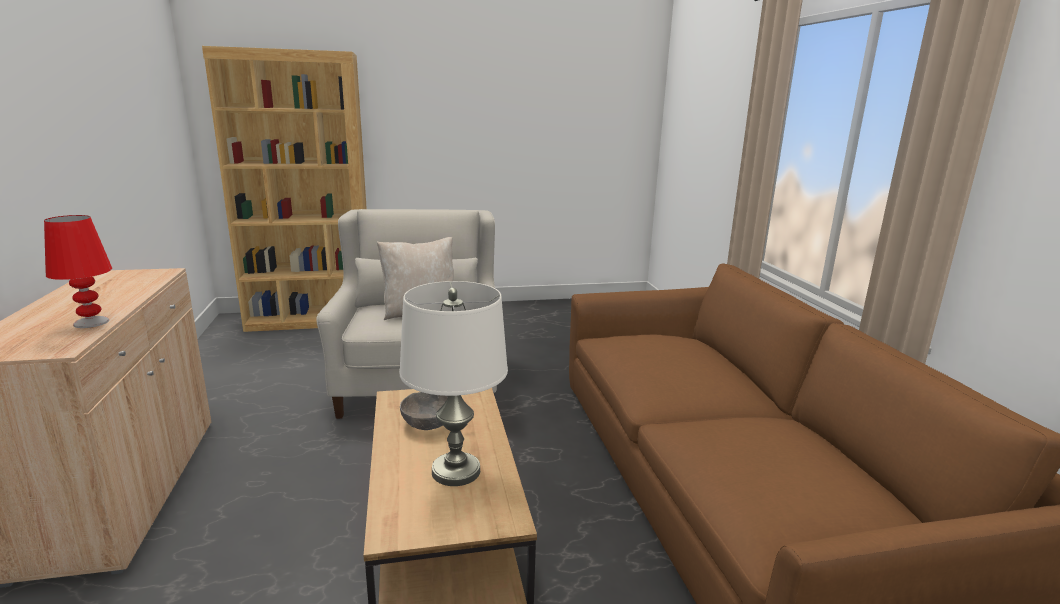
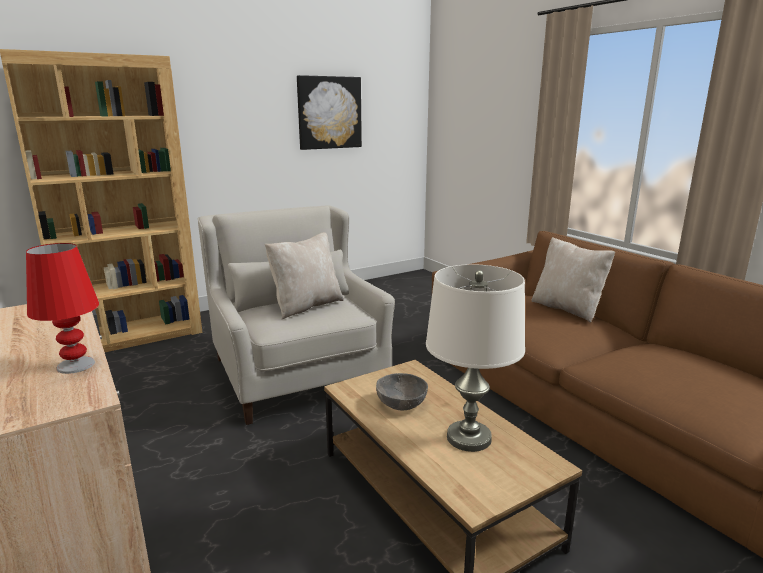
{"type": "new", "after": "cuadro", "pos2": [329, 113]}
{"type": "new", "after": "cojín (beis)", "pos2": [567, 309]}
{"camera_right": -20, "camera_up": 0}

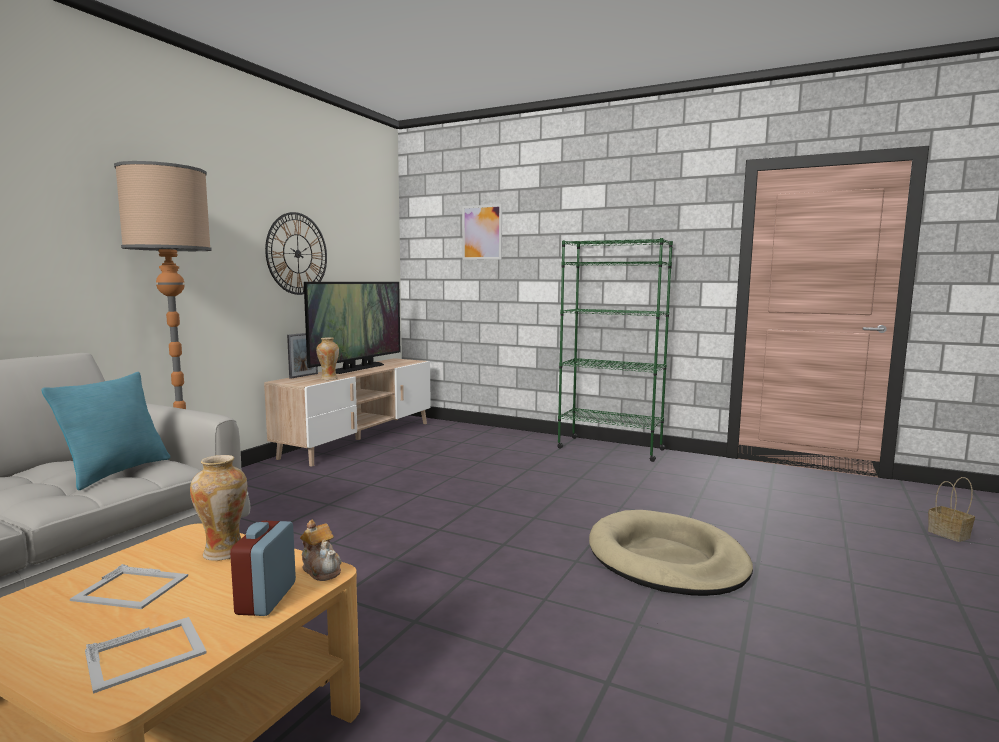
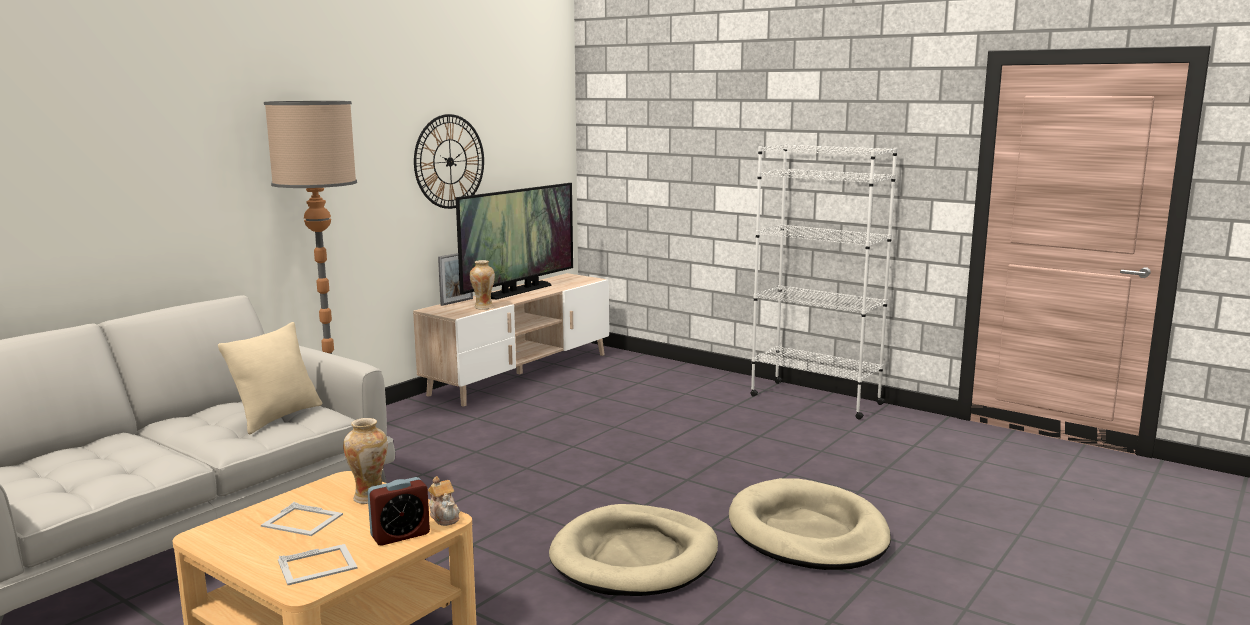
{"type": "gone", "before": "cuadro", "pos1": [482, 232]}
{"type": "repainted", "before": "estantería (verde)", "after": "estantería (blanco)", "pos1": [610, 448], "pos2": [815, 399]}
{"type": "repainted", "before": "cojín (turquesa)", "after": "cojín (beis)", "pos1": [117, 472], "pos2": [277, 417]}
{"type": "gone", "before": "cesta", "pos1": [950, 534]}
{"type": "rotated", "before": "despertador", "pos1": [266, 598], "pos2": [400, 535], "turn": -135}
{"type": "new", "after": "cama para perro (beis)", "pos2": [635, 557]}
{"camera_right": 10, "camera_up": 5}

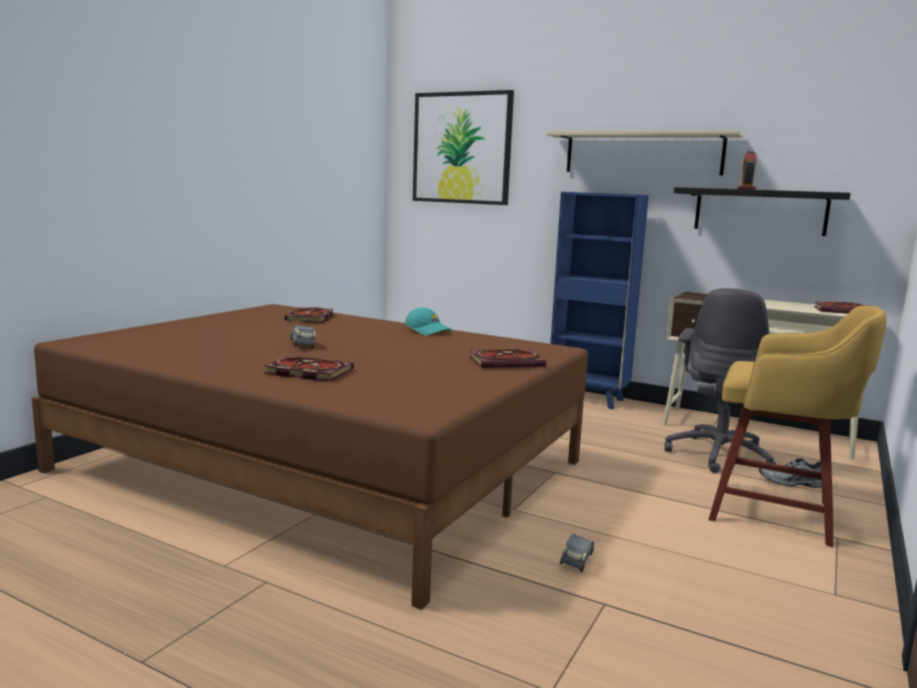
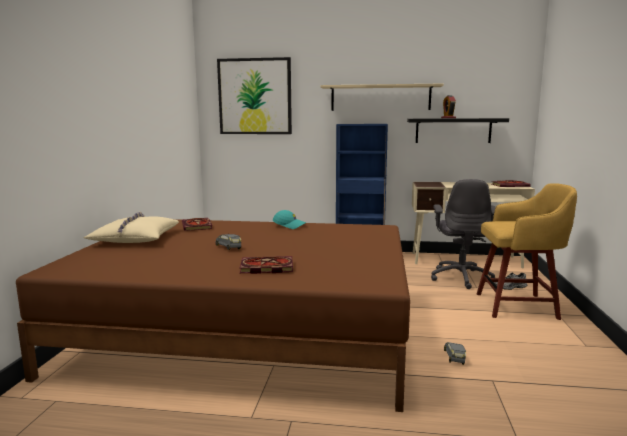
{"type": "gone", "before": "libro", "pos1": [508, 362]}
{"type": "new", "after": "cojín (beis)", "pos2": [135, 238]}
{"camera_right": -20, "camera_up": 0}

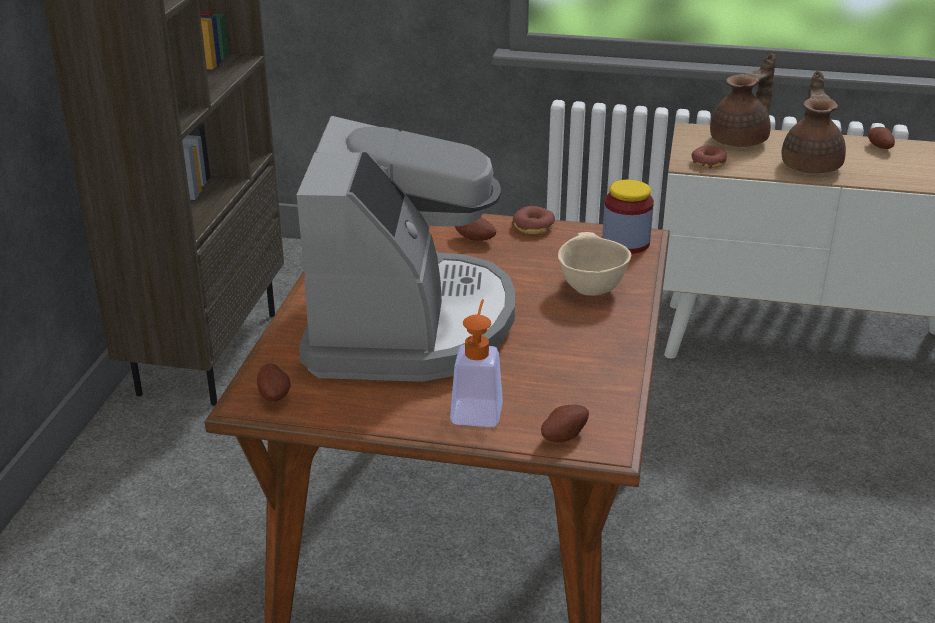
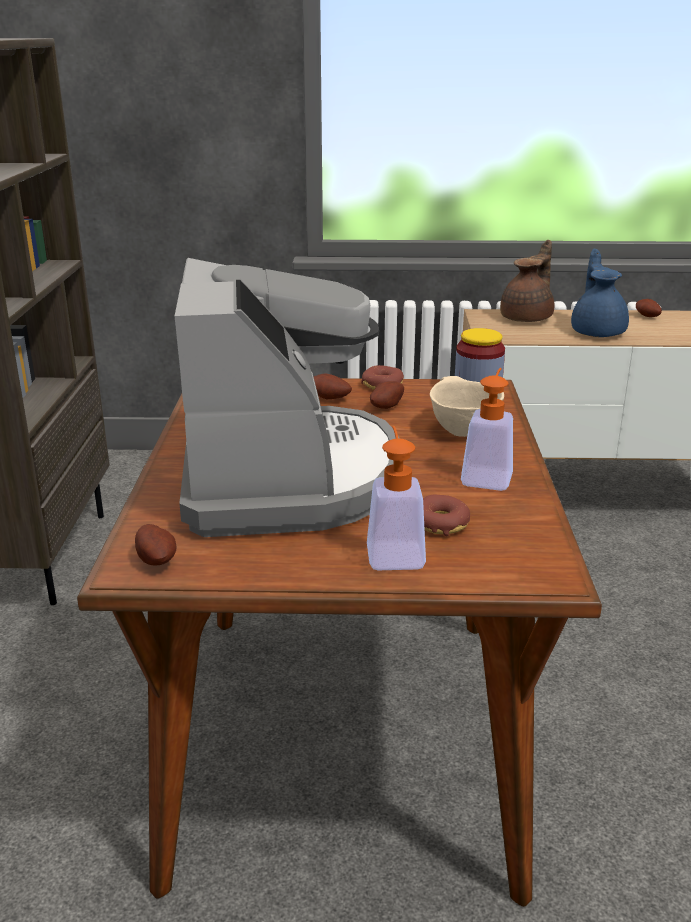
{"type": "repainted", "before": "tetera (marrón)", "after": "tetera (azul)", "pos1": [811, 165], "pos2": [597, 332]}
{"type": "shifted", "before": "rosquilla", "pos1": [708, 163], "pos2": [440, 523]}
{"type": "shifted", "before": "patata", "pos1": [563, 435], "pos2": [385, 406]}
{"type": "new", "after": "dispensador de jabón", "pos2": [488, 475]}
{"camera_right": -10, "camera_up": -5}

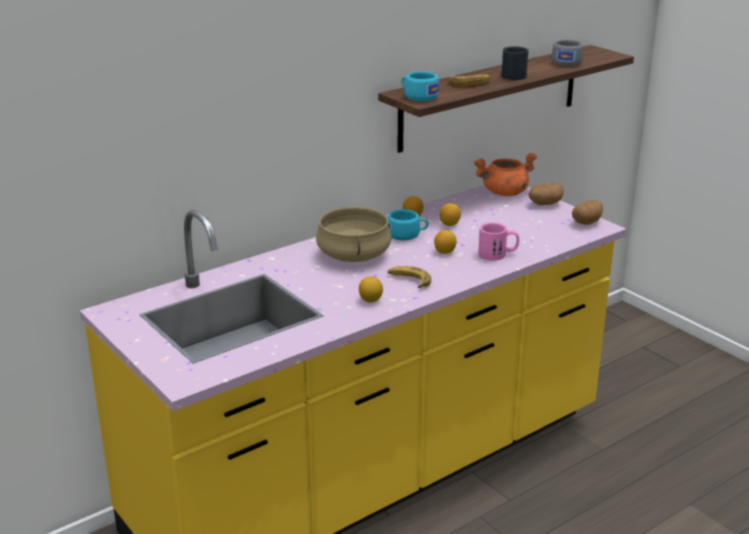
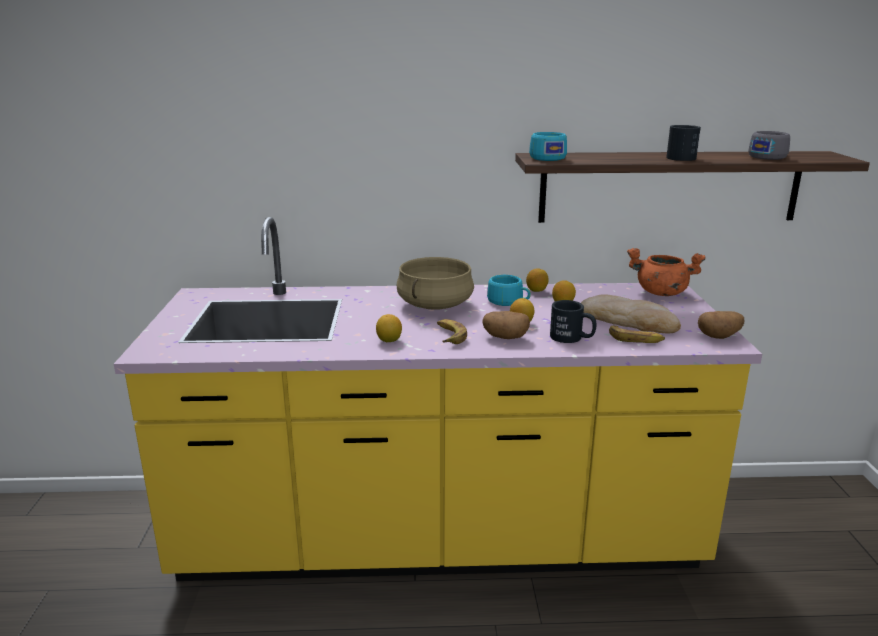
{"type": "shifted", "before": "plátano", "pos1": [470, 83], "pos2": [636, 339]}
{"type": "shifted", "before": "patata", "pos1": [544, 204], "pos2": [505, 337]}
{"type": "repainted", "before": "taza grande (rosa)", "after": "taza grande (negro)", "pos1": [498, 254], "pos2": [572, 338]}
{"type": "new", "after": "pan", "pos2": [627, 320]}
{"camera_right": 35, "camera_up": -5}

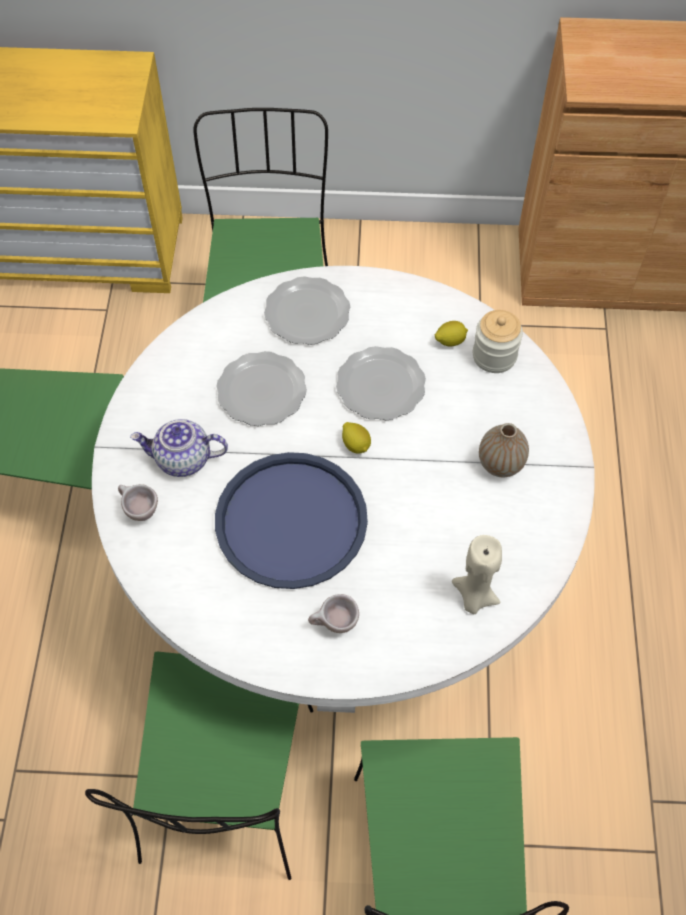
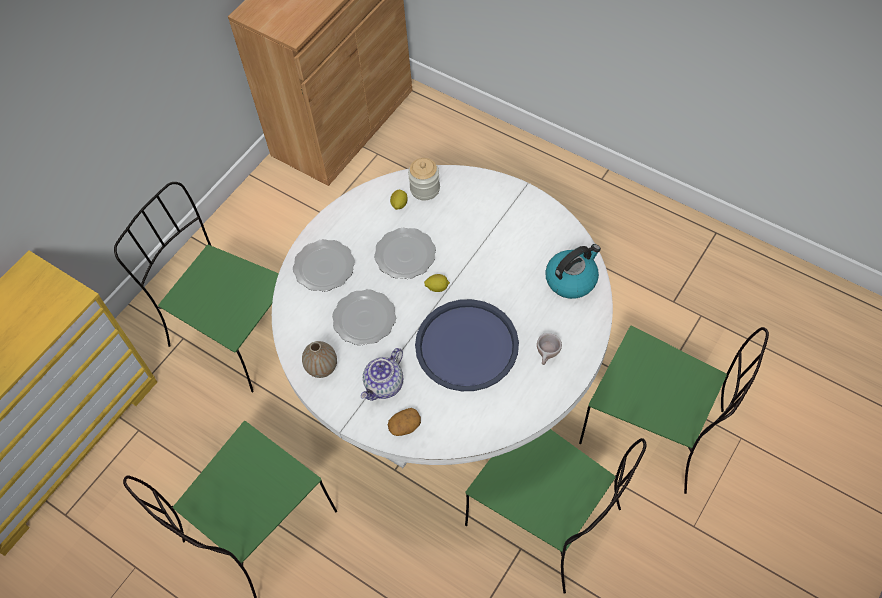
{"type": "shifted", "before": "florero", "pos1": [500, 464], "pos2": [322, 367]}
{"type": "swapped", "before": "taza (beis)", "after": "patata", "pos1": [138, 510], "pos2": [405, 426]}
{"type": "swapped", "before": "vela (beis)", "after": "hervidor", "pos1": [474, 597], "pos2": [571, 279]}
{"camera_right": -55, "camera_up": 0}

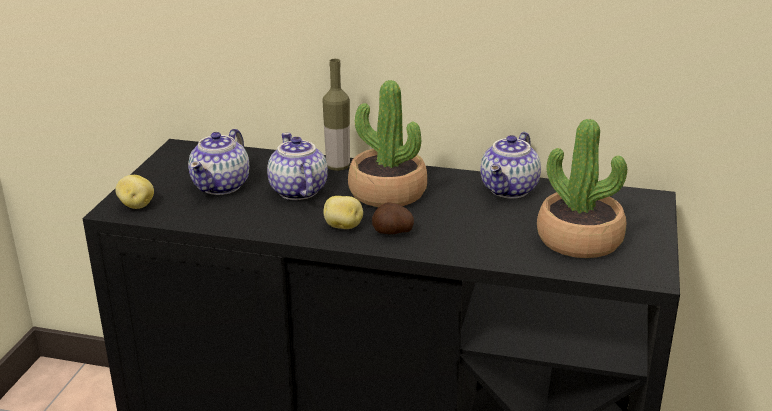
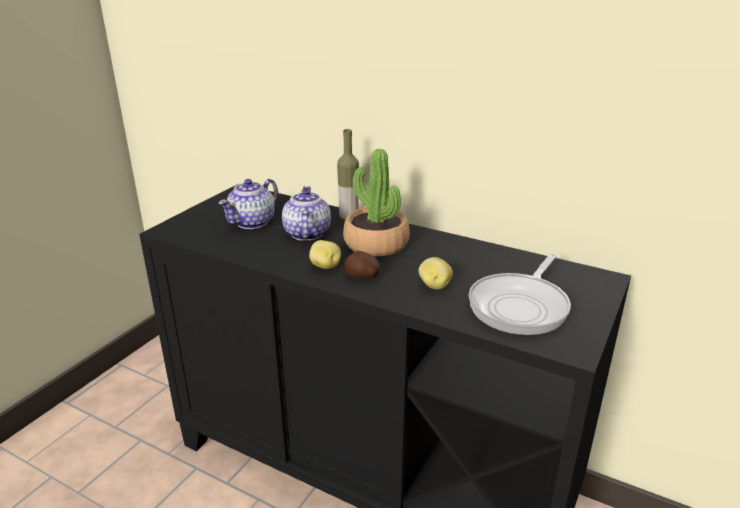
{"type": "swapped", "before": "planta en maceta", "after": "sartén", "pos1": [579, 240], "pos2": [520, 306]}
{"type": "gone", "before": "tetera", "pos1": [510, 190]}
{"type": "shifted", "before": "patata", "pos1": [136, 205], "pos2": [434, 285]}
{"camera_right": 15, "camera_up": 0}

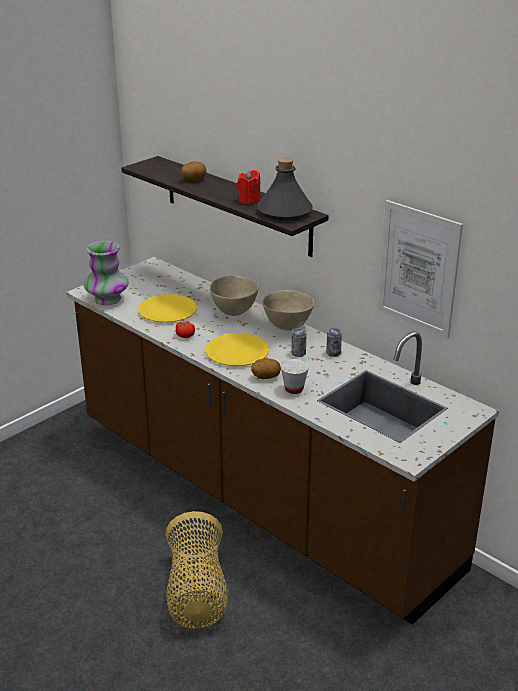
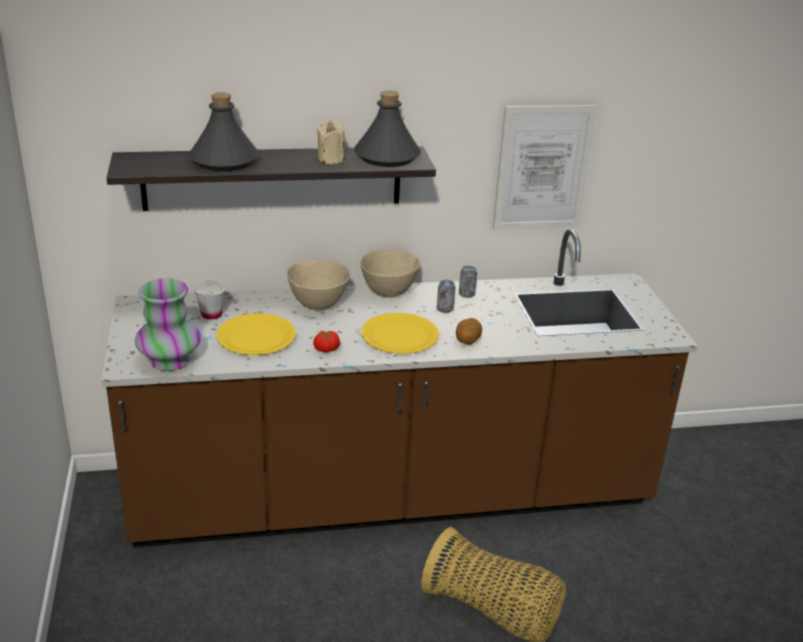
{"type": "swapped", "before": "patata", "after": "botella (gris)", "pos1": [193, 180], "pos2": [225, 161]}
{"type": "repainted", "before": "vela (rojo)", "after": "vela (beis)", "pos1": [249, 200], "pos2": [330, 159]}
{"type": "shifted", "before": "taza (blanco)", "pos1": [294, 389], "pos2": [211, 314]}
{"camera_right": -55, "camera_up": 0}

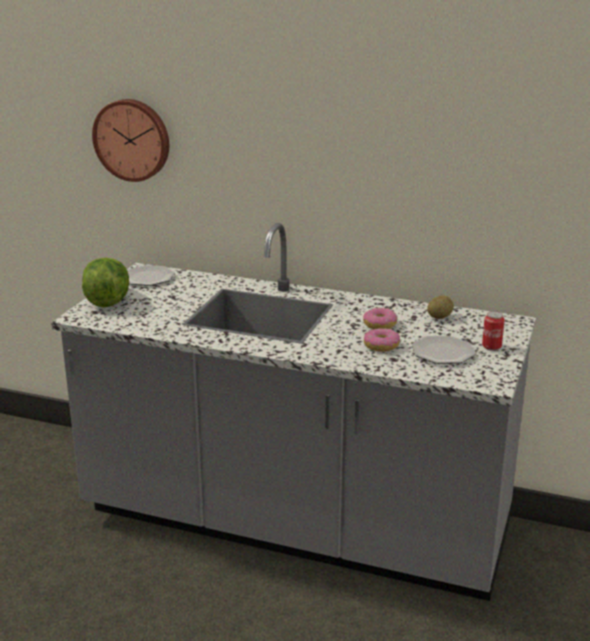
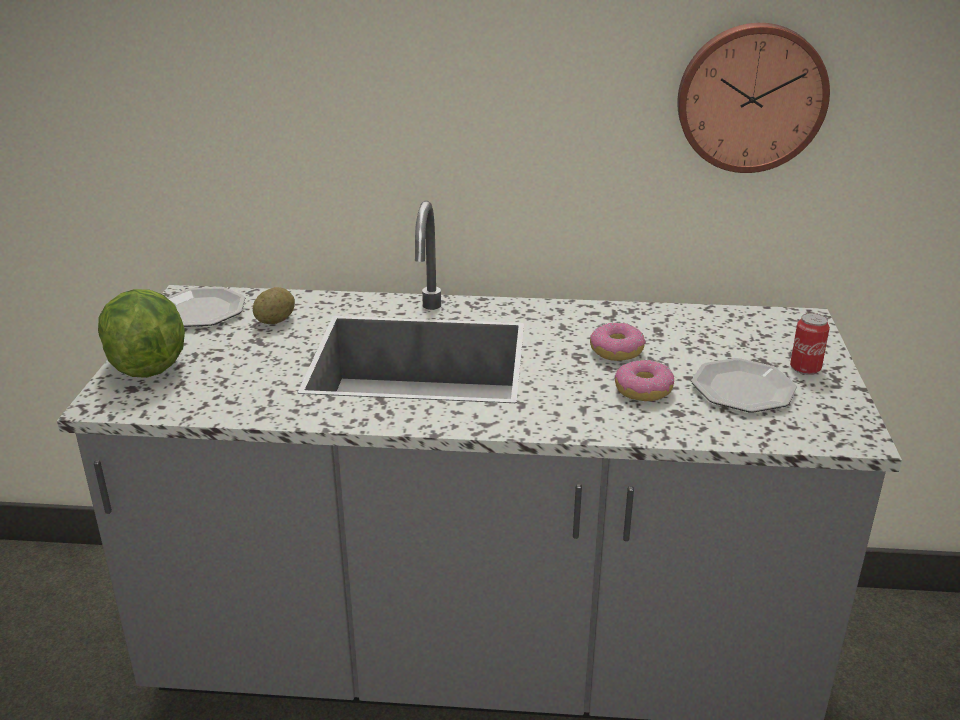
{"type": "shifted", "before": "reloj de pared", "pos1": [133, 139], "pos2": [750, 97]}
{"type": "shifted", "before": "patata", "pos1": [439, 317], "pos2": [275, 321]}
{"camera_right": -15, "camera_up": 5}

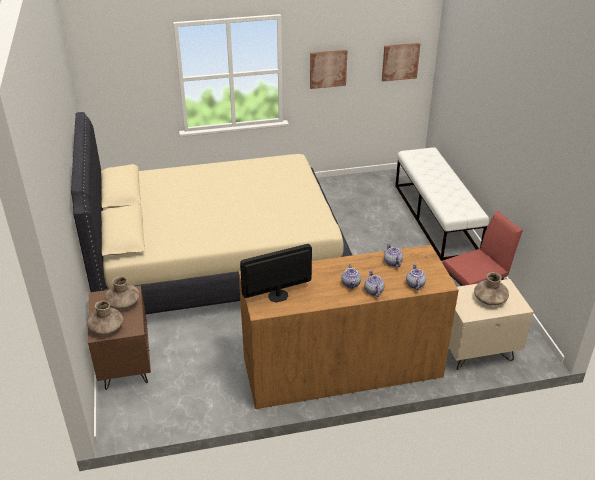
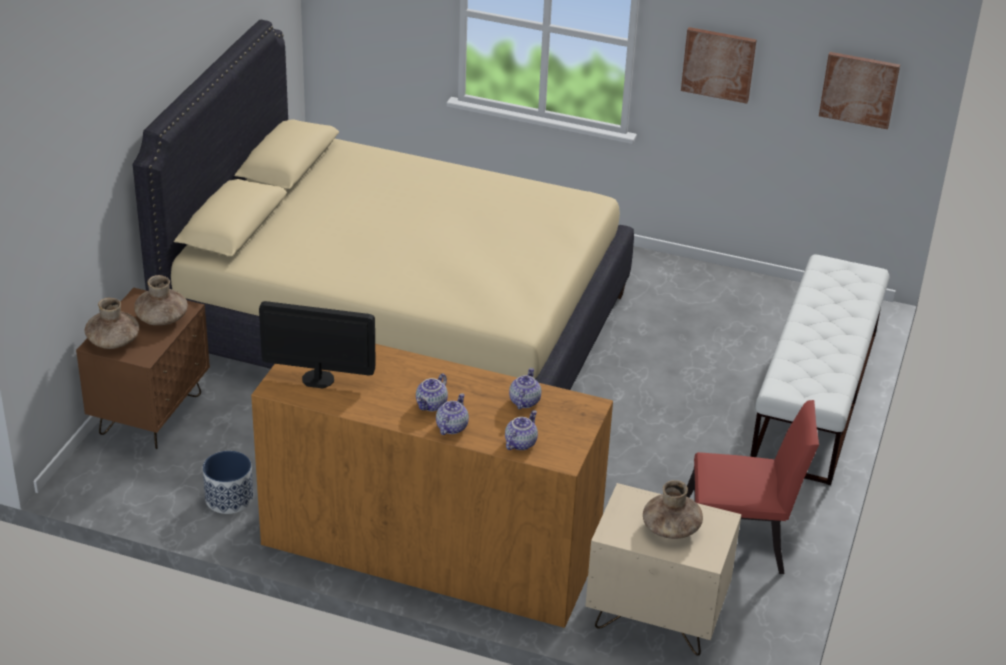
{"type": "new", "after": "maceta", "pos2": [229, 498]}
{"camera_right": 30, "camera_up": 0}

